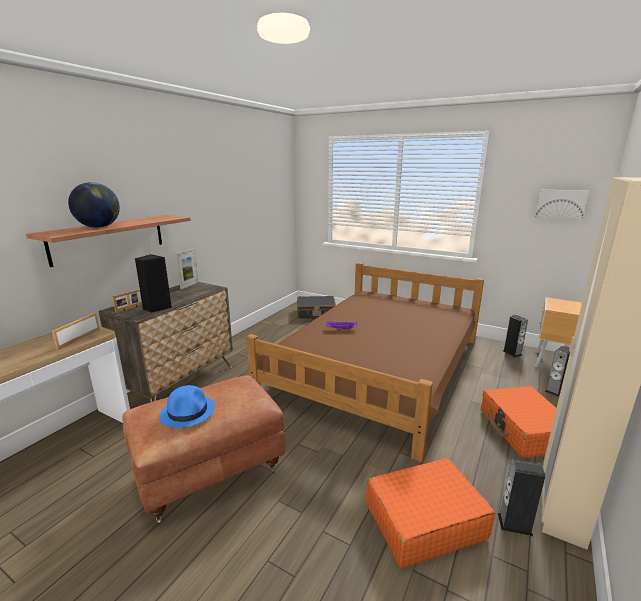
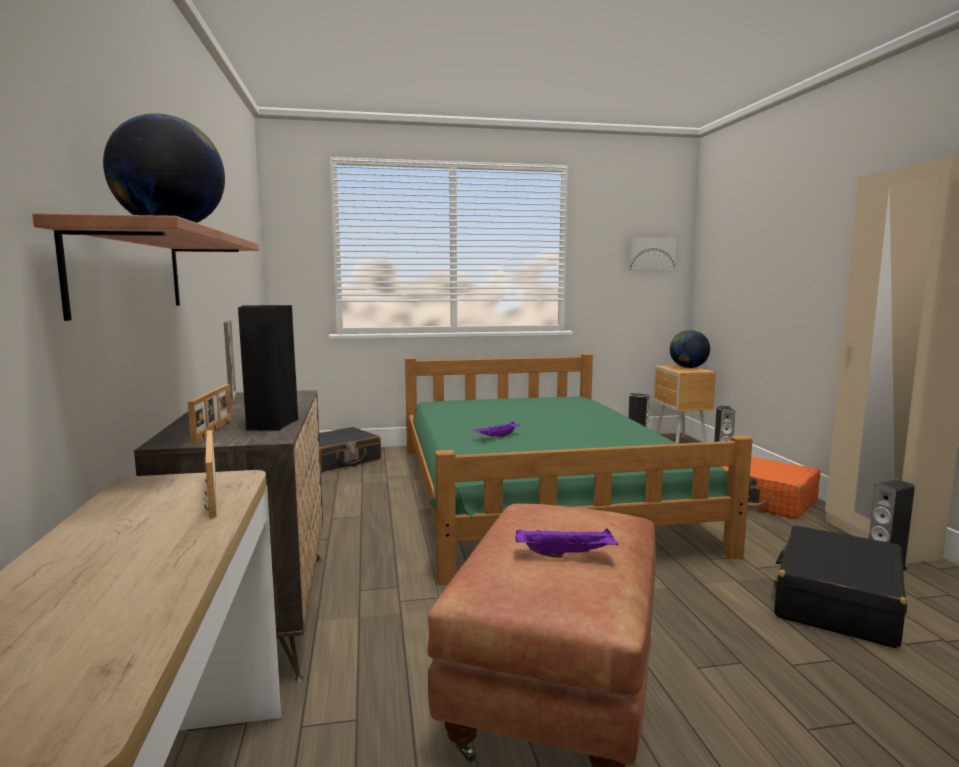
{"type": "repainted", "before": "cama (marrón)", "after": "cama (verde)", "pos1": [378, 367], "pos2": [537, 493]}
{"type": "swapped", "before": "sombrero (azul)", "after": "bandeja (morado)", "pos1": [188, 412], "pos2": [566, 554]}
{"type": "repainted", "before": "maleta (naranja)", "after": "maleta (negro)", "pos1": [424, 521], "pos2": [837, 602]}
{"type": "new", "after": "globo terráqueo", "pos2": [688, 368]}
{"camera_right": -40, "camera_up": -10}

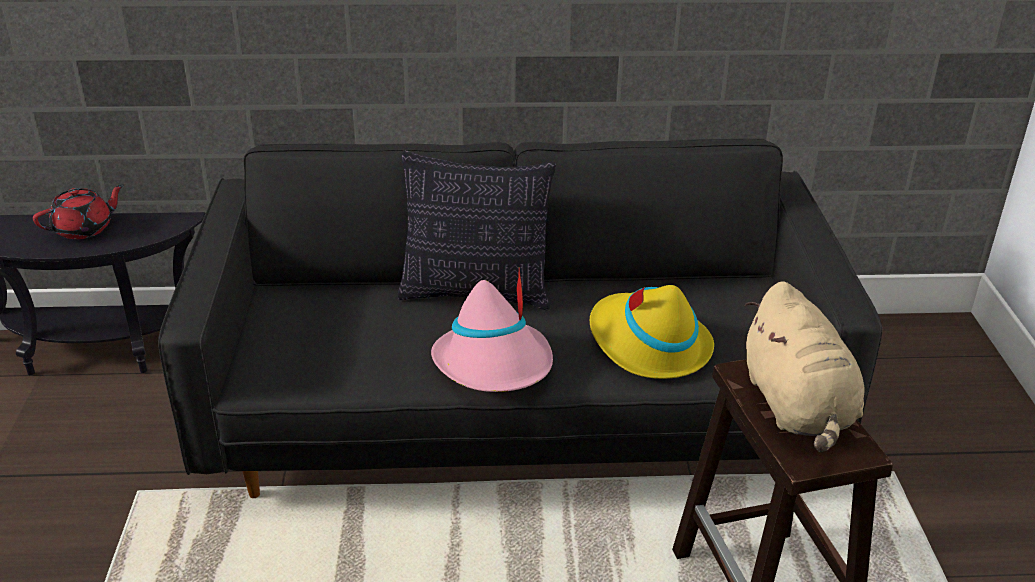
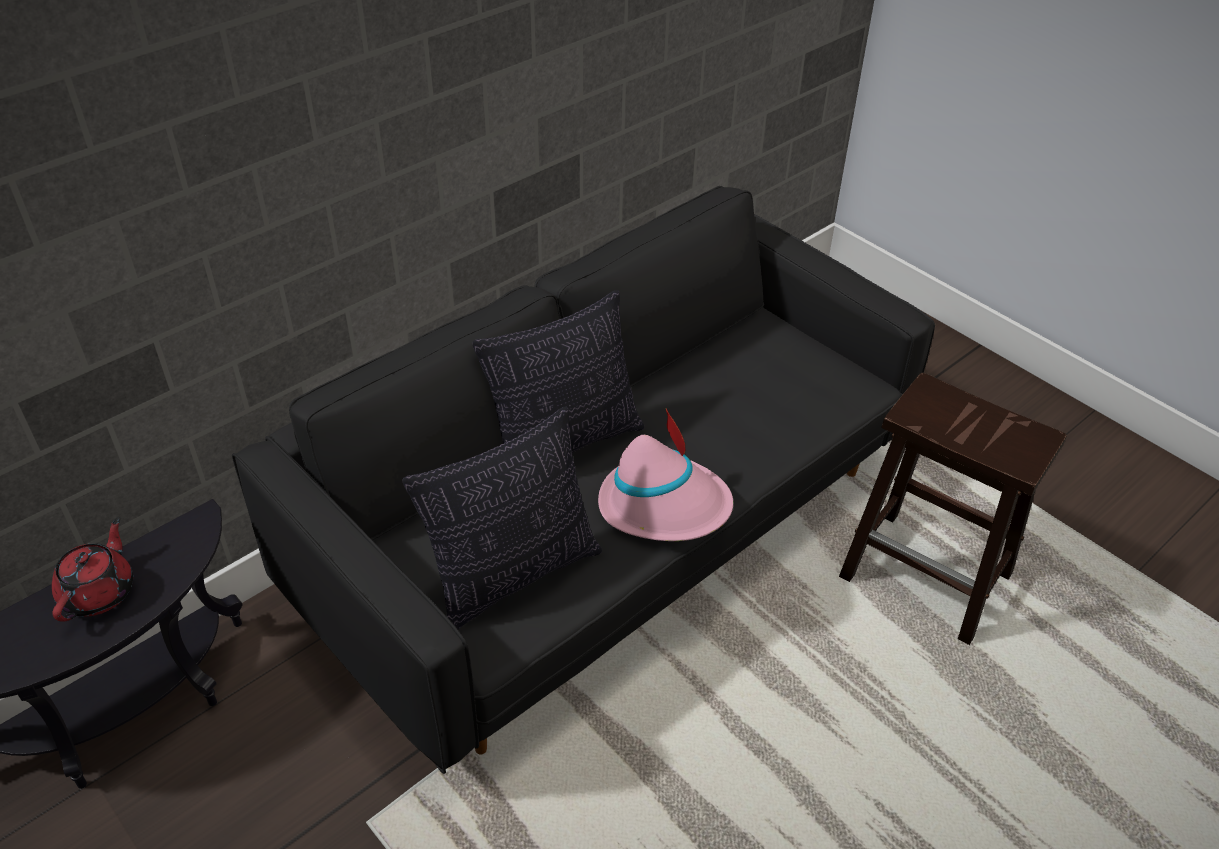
{"type": "gone", "before": "peluche (beis)", "pos1": [797, 407]}
{"type": "gone", "before": "sombrero (amarillo)", "pos1": [648, 344]}
{"type": "new", "after": "cojín", "pos2": [513, 575]}
{"camera_right": -40, "camera_up": 10}

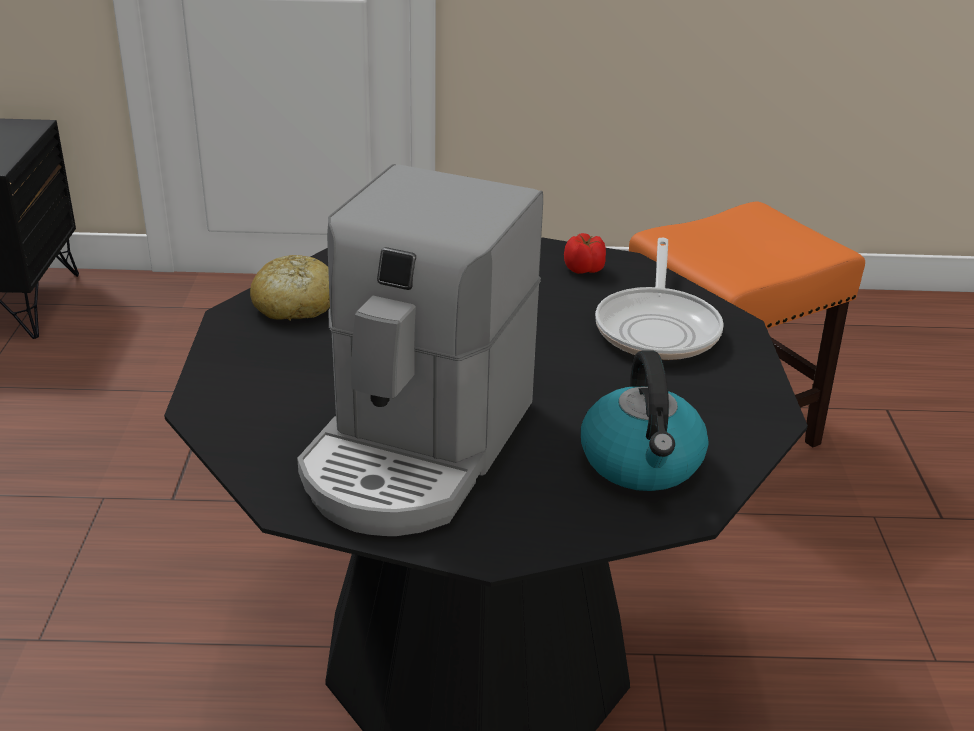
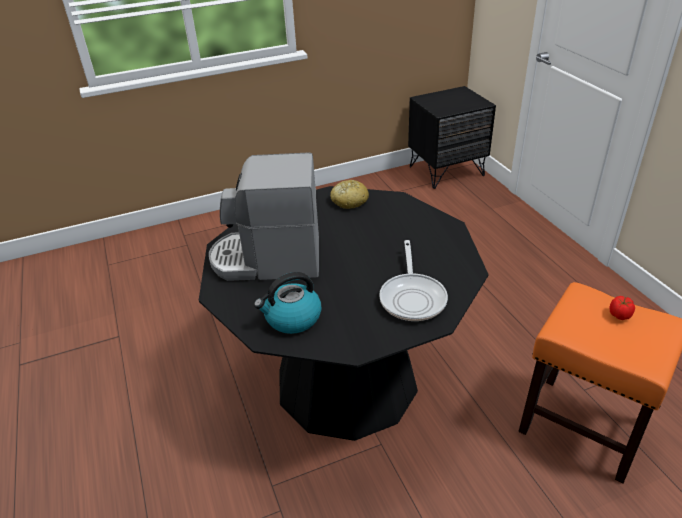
{"type": "shifted", "before": "tomate", "pos1": [584, 270], "pos2": [619, 315]}
{"type": "rotated", "before": "sartén", "pos1": [658, 327], "pos2": [412, 297], "turn": -75}
{"camera_right": 70, "camera_up": 5}

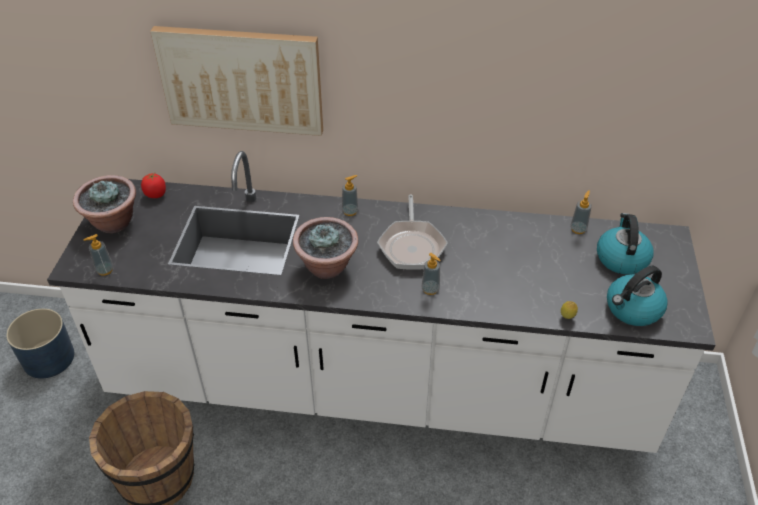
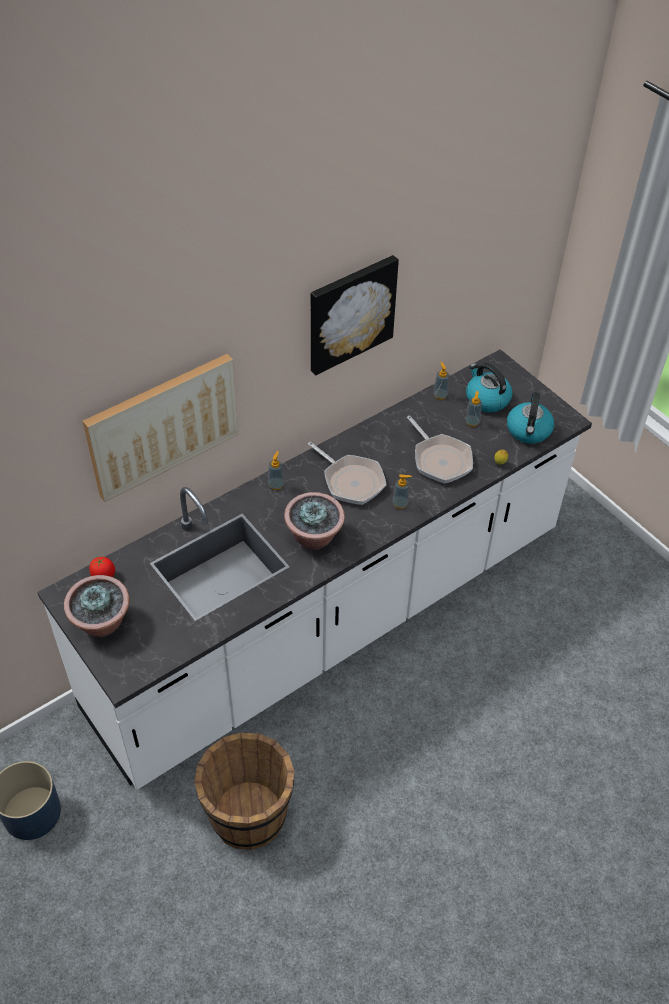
{"type": "shifted", "before": "dispensador de jabón", "pos1": [105, 270], "pos2": [472, 422]}
{"type": "new", "after": "cuadro", "pos2": [350, 313]}
{"type": "new", "after": "sartén", "pos2": [440, 459]}
{"camera_right": -45, "camera_up": 5}

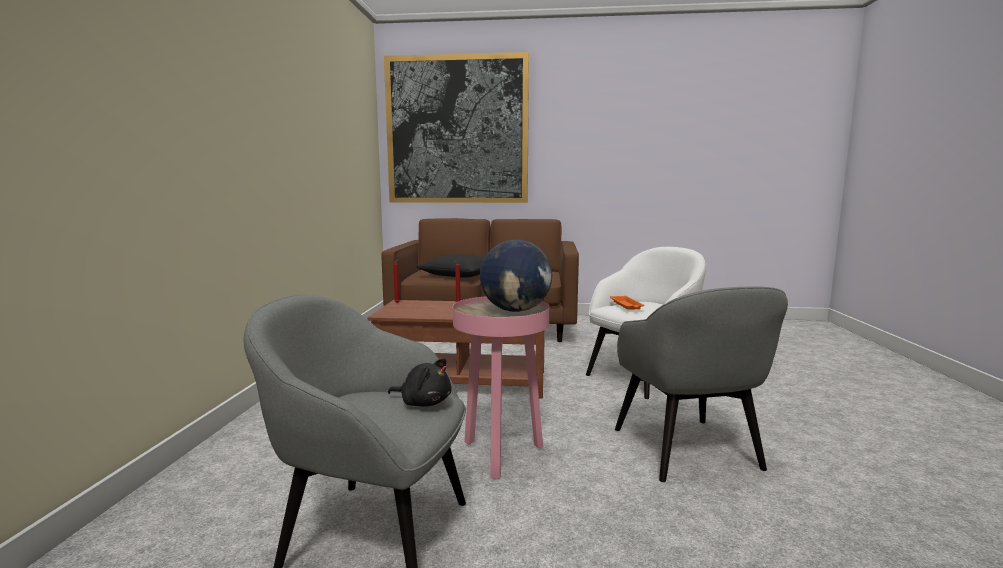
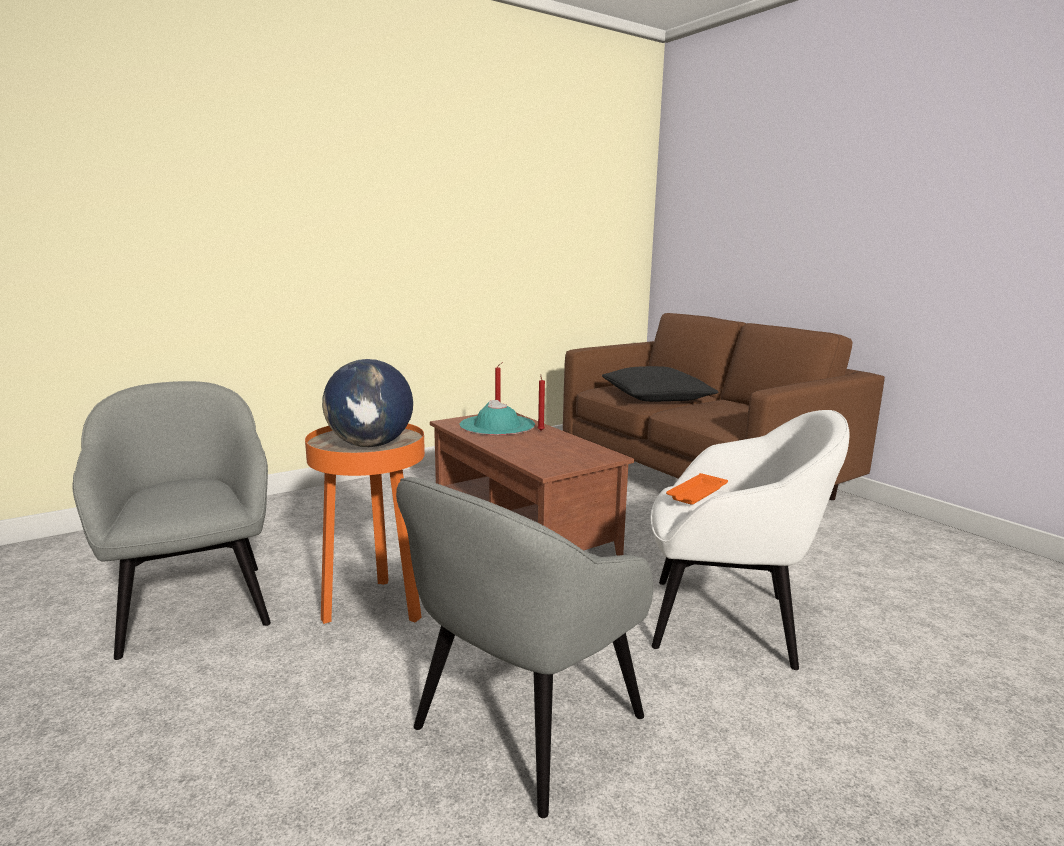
{"type": "gone", "before": "cuadro", "pos1": [457, 131]}
{"type": "repainted", "before": "mesa auxiliar (rosa)", "after": "mesa auxiliar (naranja)", "pos1": [500, 455], "pos2": [375, 607]}
{"type": "gone", "before": "peluche (negro)", "pos1": [423, 403]}
{"type": "new", "after": "sombrero (turquesa)", "pos2": [497, 425]}
{"camera_right": 50, "camera_up": 5}

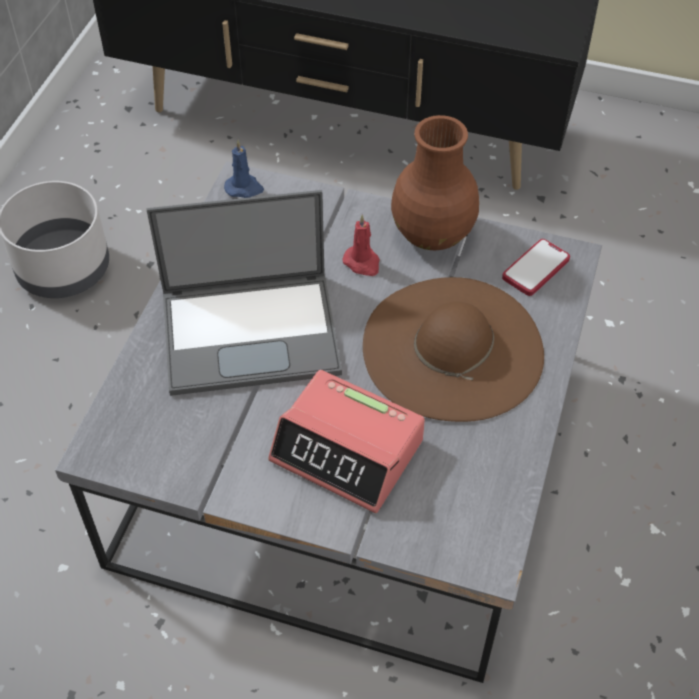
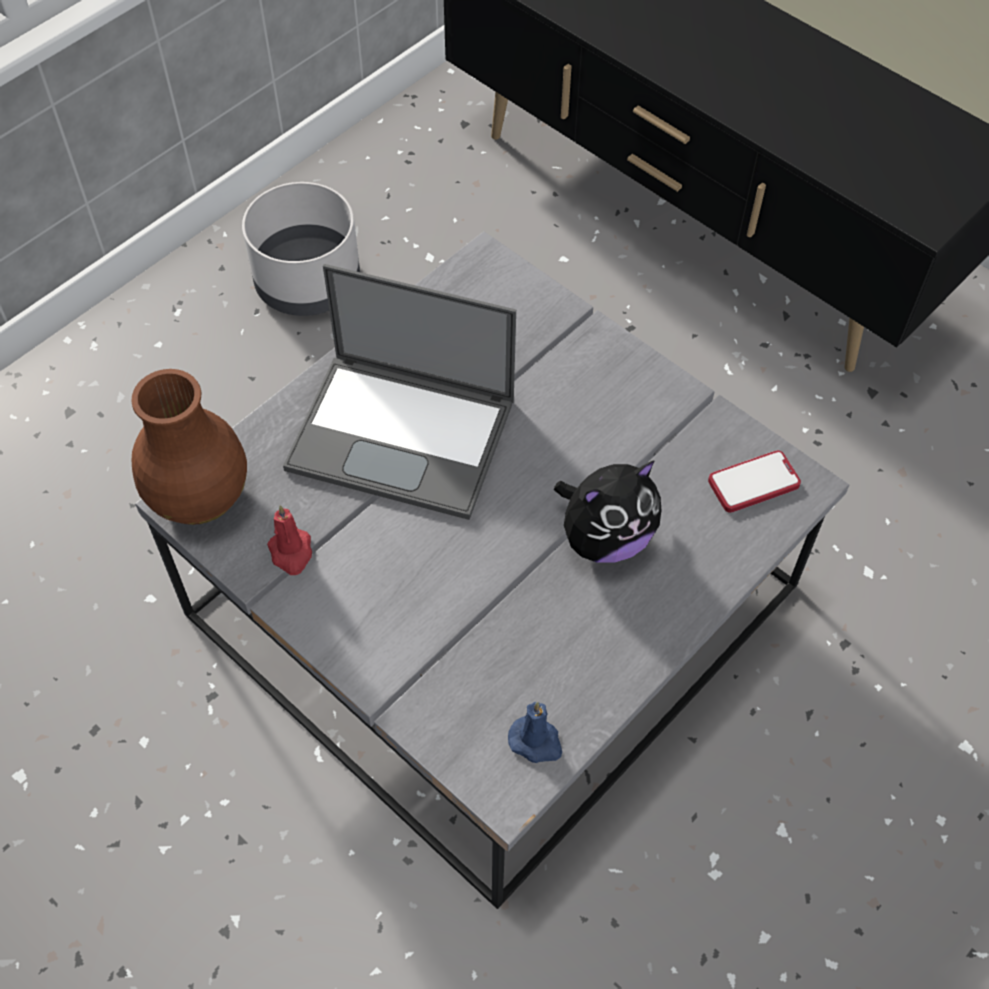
{"type": "shifted", "before": "florero (marrón)", "pos1": [432, 233], "pos2": [200, 496]}
{"type": "shifted", "before": "vela (azul)", "pos1": [244, 188], "pos2": [536, 741]}
{"type": "shifted", "before": "vela (rojo)", "pos1": [362, 263], "pos2": [291, 553]}
{"type": "swapped", "before": "sombrero (marrón)", "after": "peluche", "pos1": [452, 348], "pos2": [605, 538]}
{"type": "gone", "before": "despertador", "pos1": [348, 451]}
{"camera_right": 25, "camera_up": 5}

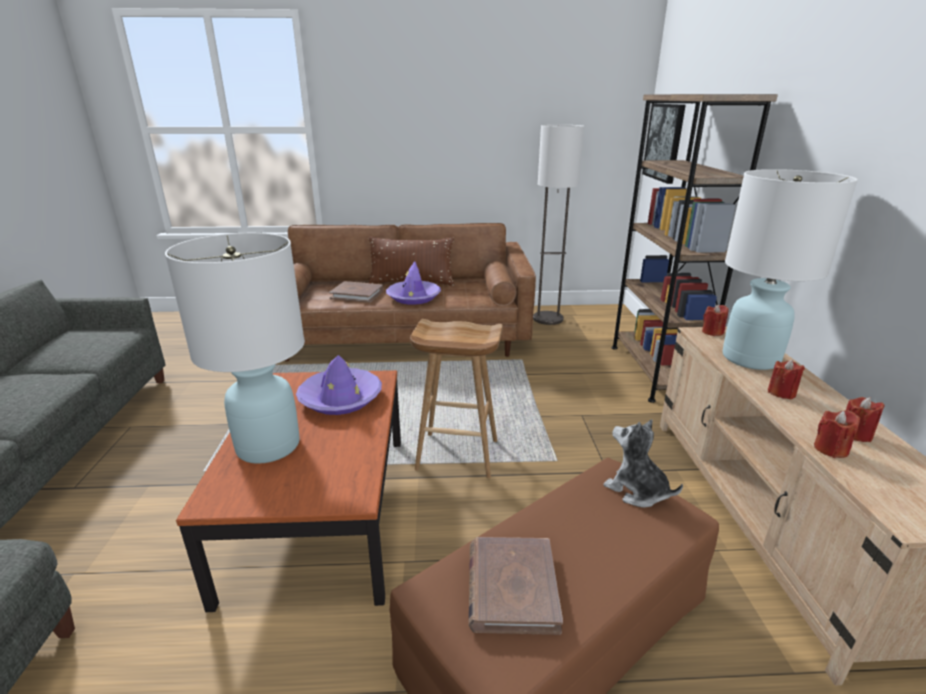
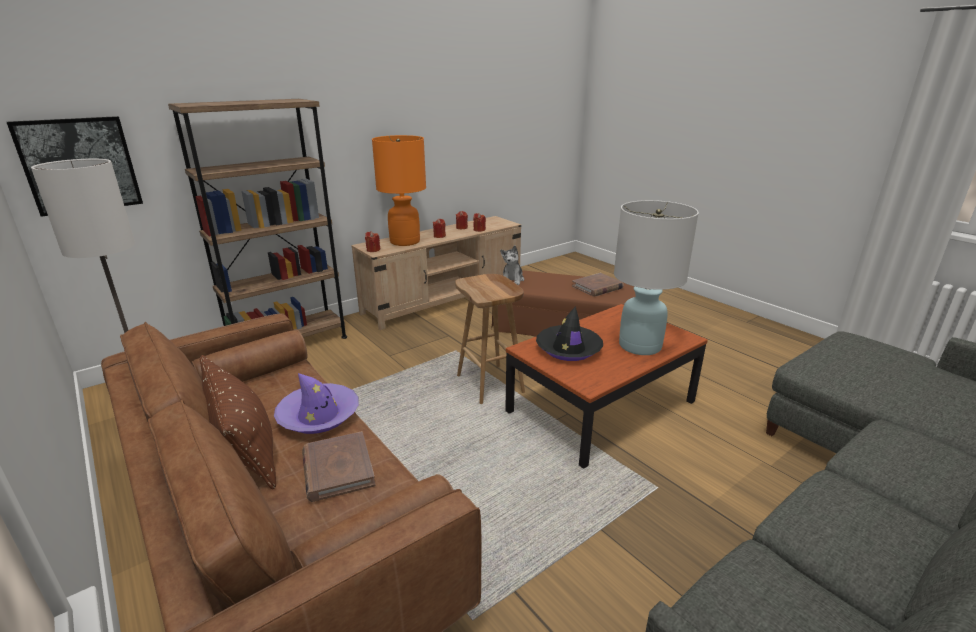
{"type": "repainted", "before": "lámpara de mesa (blanco)", "after": "lámpara de mesa (naranja)", "pos1": [750, 358], "pos2": [404, 242]}
{"type": "repainted", "before": "sombrero (morado)", "after": "sombrero (negro)", "pos1": [340, 398], "pos2": [568, 349]}
{"camera_right": -125, "camera_up": 0}

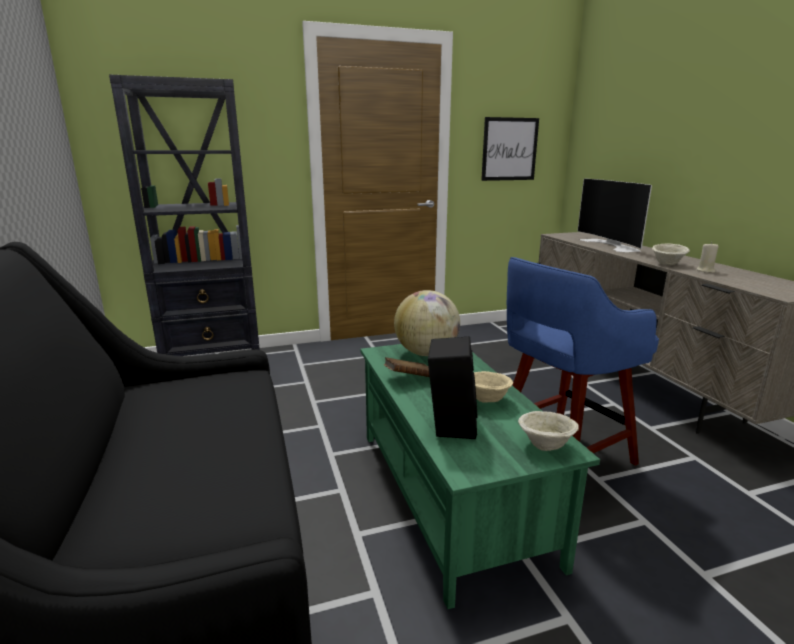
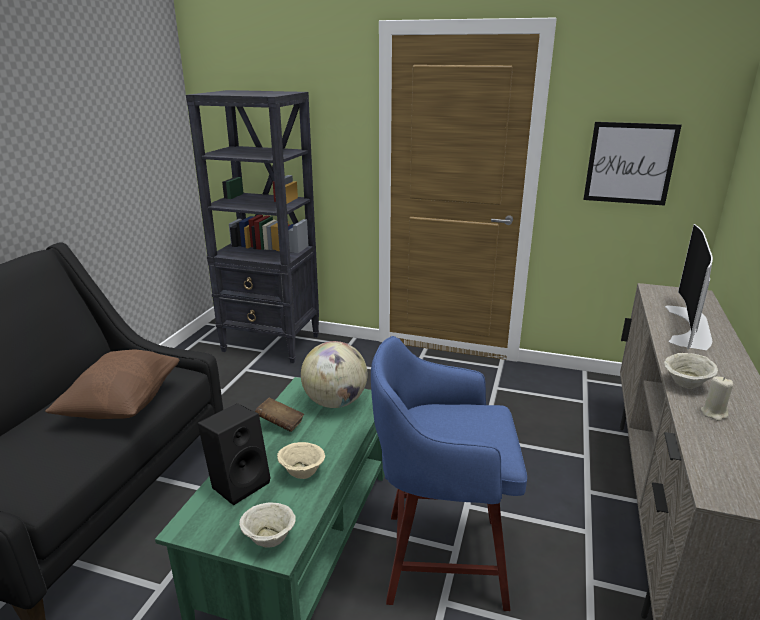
{"type": "new", "after": "cojín (marrón)", "pos2": [122, 405]}
{"camera_right": 35, "camera_up": 5}

